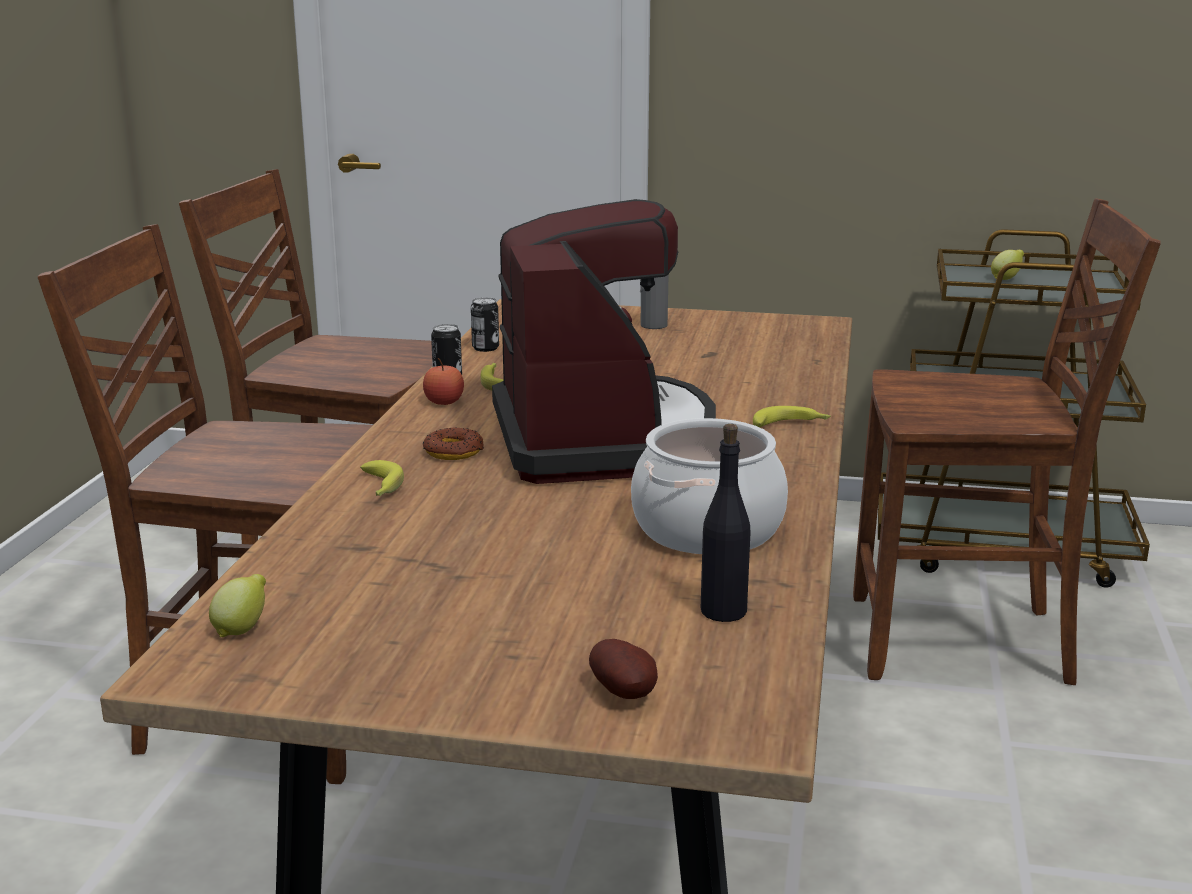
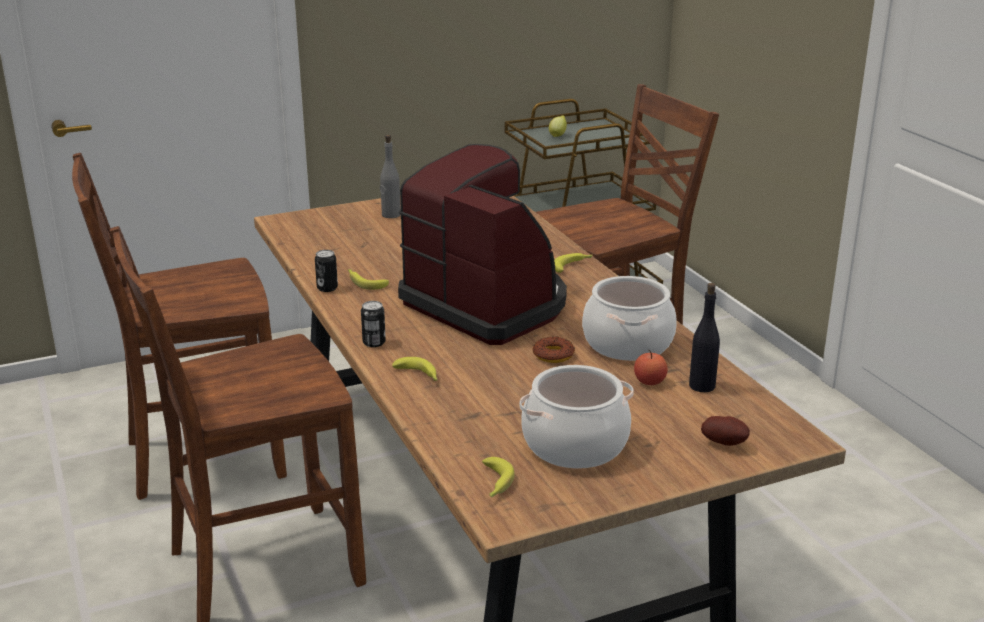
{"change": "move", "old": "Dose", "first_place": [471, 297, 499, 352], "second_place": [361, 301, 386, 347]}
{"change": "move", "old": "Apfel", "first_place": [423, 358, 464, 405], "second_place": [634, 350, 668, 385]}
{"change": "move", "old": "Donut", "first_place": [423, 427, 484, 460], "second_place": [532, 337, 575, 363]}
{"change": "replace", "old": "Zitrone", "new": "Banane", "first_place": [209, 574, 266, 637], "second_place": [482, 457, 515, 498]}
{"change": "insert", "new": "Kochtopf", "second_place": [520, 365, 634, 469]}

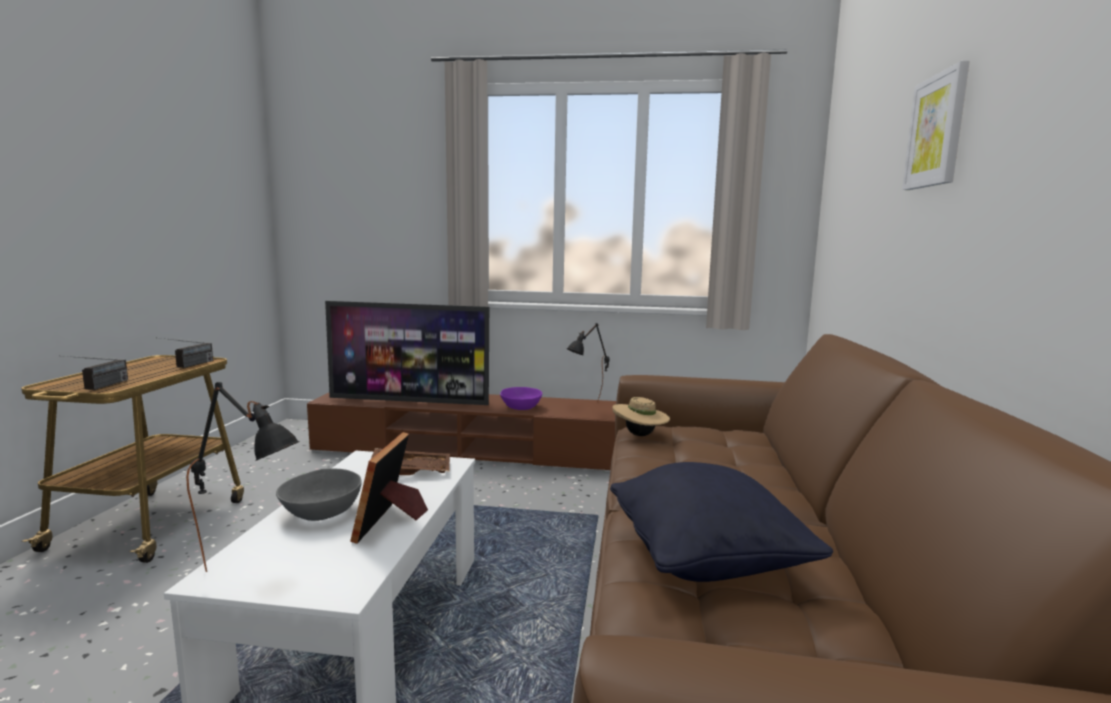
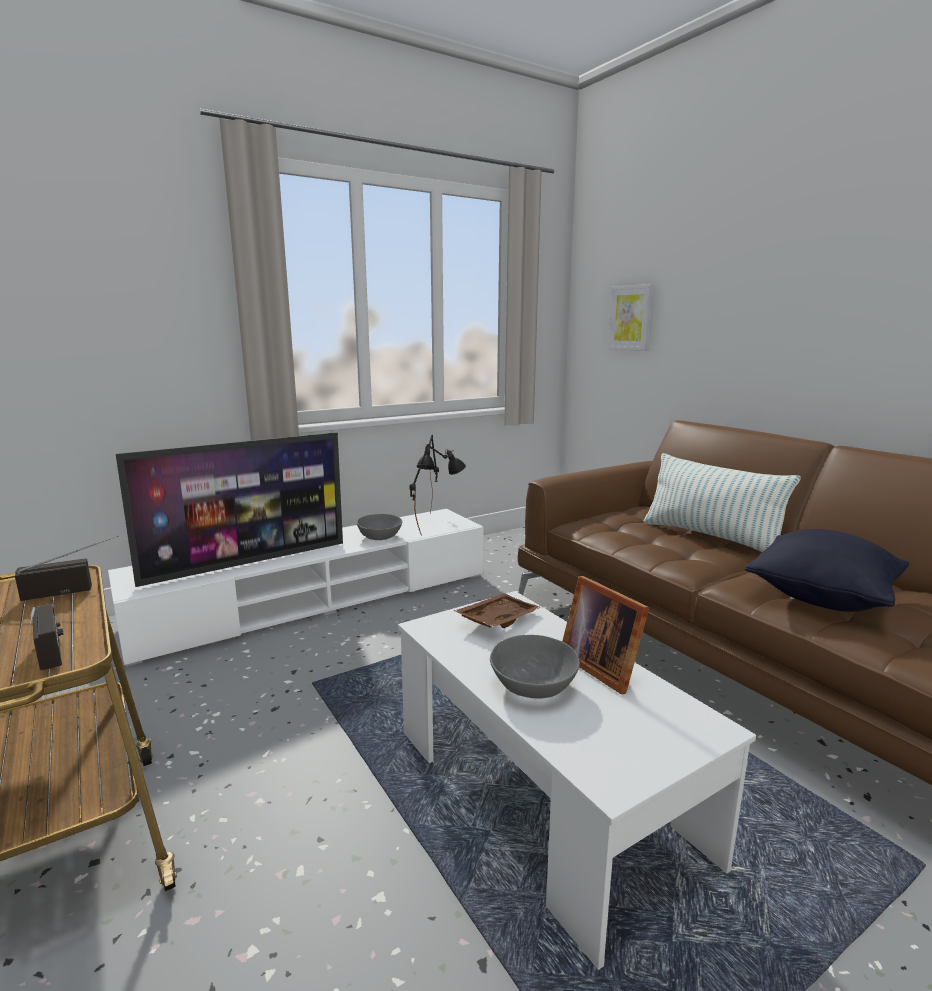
{"change": "move", "old": "Bild", "first_place": [902, 61, 970, 190], "second_place": [607, 284, 655, 351]}
{"change": "rotate", "old": "Radio", "first_place": [156, 337, 213, 368], "second_place": [15, 536, 119, 601], "degrees": -90}
{"change": "move", "old": "Tischlampe/schwarz", "first_place": [186, 382, 300, 572], "second_place": [409, 444, 466, 535]}
{"change": "recolor", "old": "Schüssel/lila", "new": "Schüssel/grau", "first_place": [500, 387, 542, 410], "second_place": [357, 514, 402, 540]}
{"change": "recolor", "old": "Fernsehschrank/braun", "new": "Fernsehschrank/weiß", "first_place": [307, 393, 616, 472], "second_place": [108, 509, 484, 667]}
{"change": "delete", "old": "Hut/beige", "first_place": [612, 397, 670, 436]}
{"change": "insert", "new": "Kissen", "second_place": [643, 453, 801, 552]}

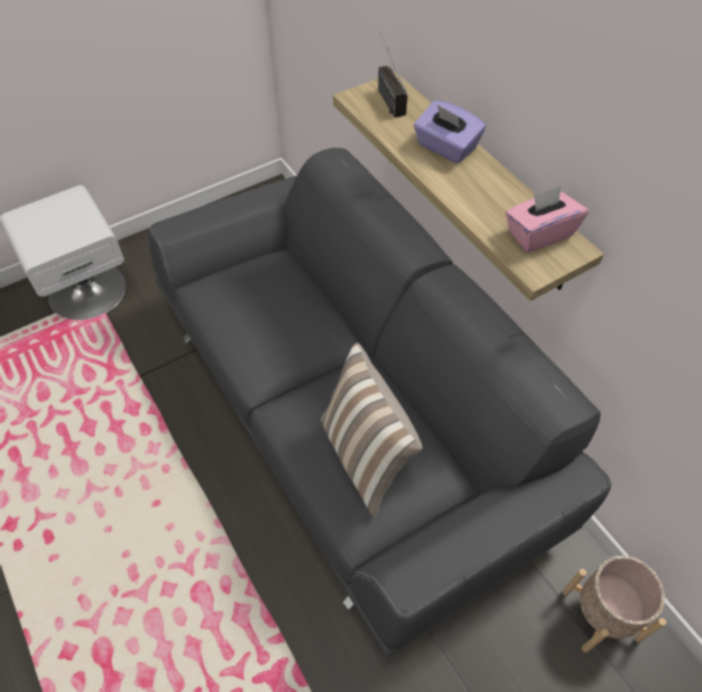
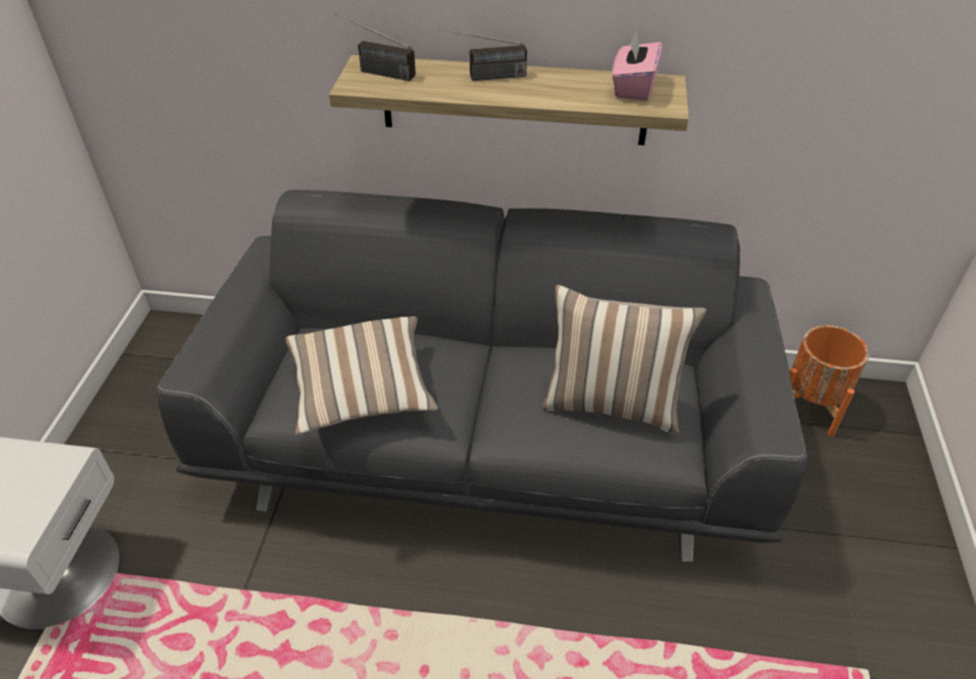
{"change": "replace", "old": "Taschentuchbox/lila", "new": "Radio", "first_place": [414, 100, 486, 164], "second_place": [438, 29, 527, 81]}
{"change": "recolor", "old": "Pflanzkübel/beige", "new": "Pflanzkübel/orange", "first_place": [562, 555, 666, 653], "second_place": [789, 325, 869, 437]}
{"change": "insert", "new": "Kissen", "second_place": [285, 316, 438, 435]}

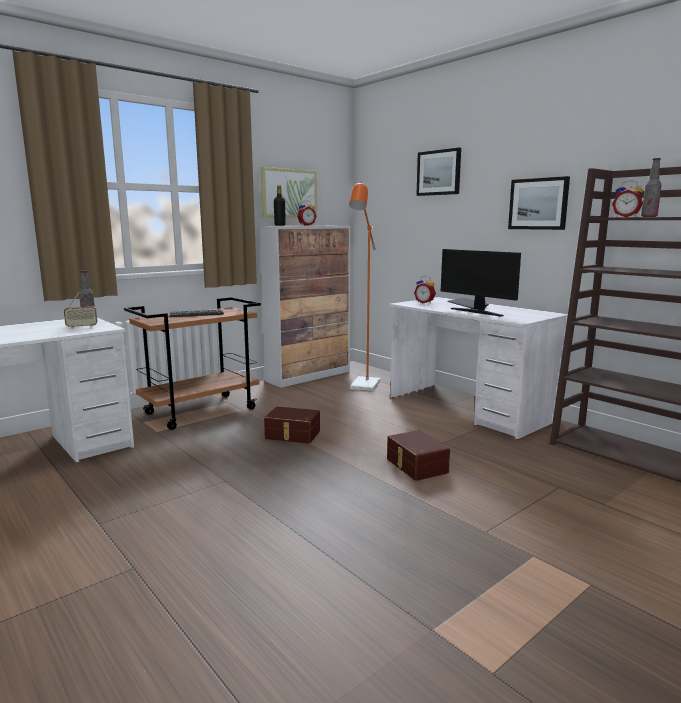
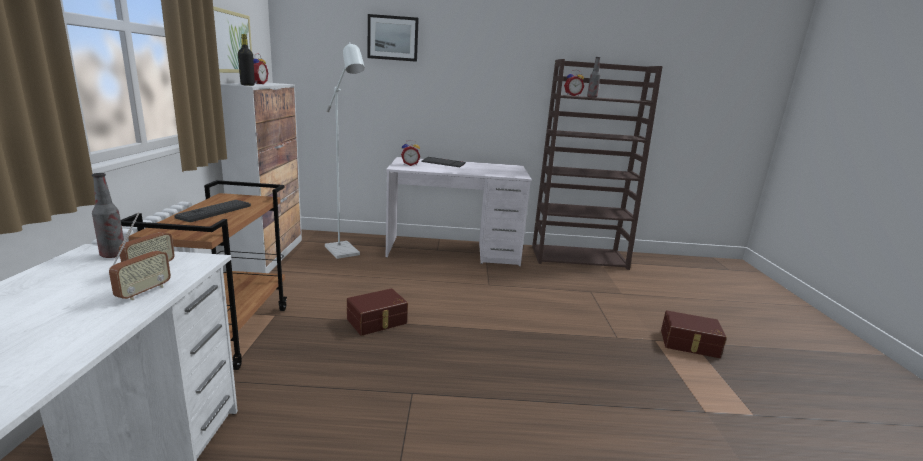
{"change": "delete", "old": "Bild", "first_place": [508, 176, 570, 230]}
{"change": "recolor", "old": "Stehlampe/orange", "new": "Stehlampe/weiß", "first_place": [349, 182, 381, 391], "second_place": [325, 42, 365, 259]}
{"change": "delete", "old": "Monitor", "first_place": [441, 249, 521, 317]}
{"change": "move", "old": "Aufbewahrungsbox/braun", "first_place": [387, 430, 450, 481], "second_place": [661, 310, 727, 358]}
{"change": "insert", "new": "Radio", "second_place": [109, 230, 171, 300]}

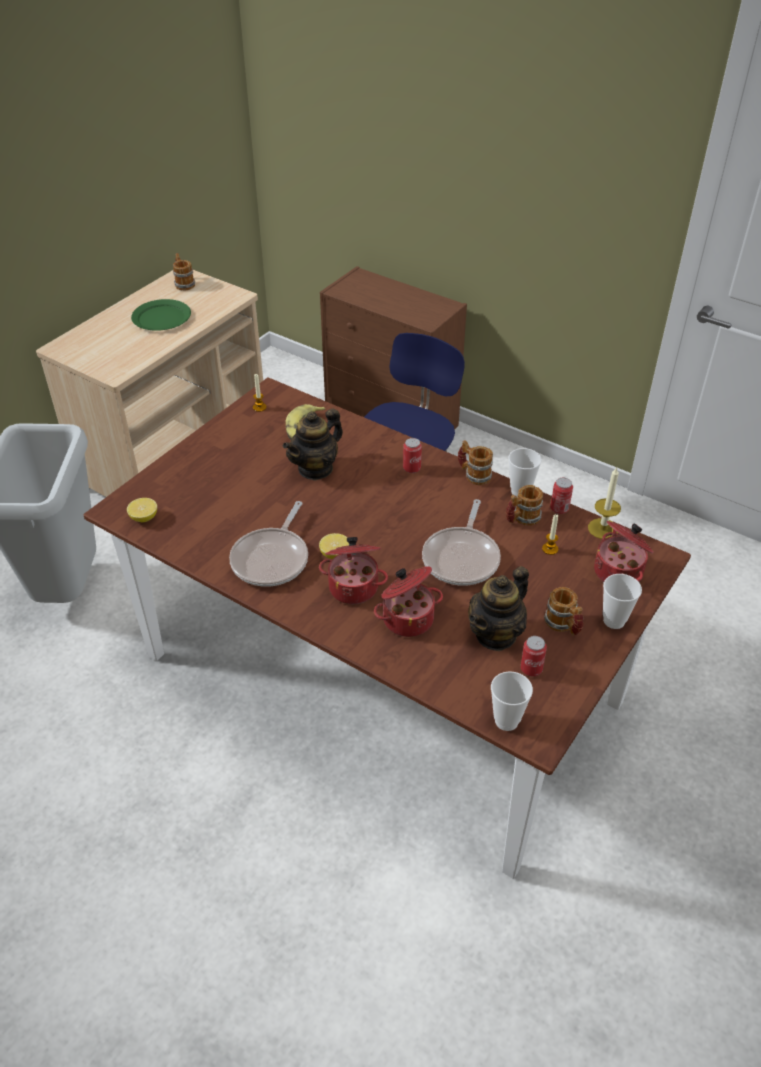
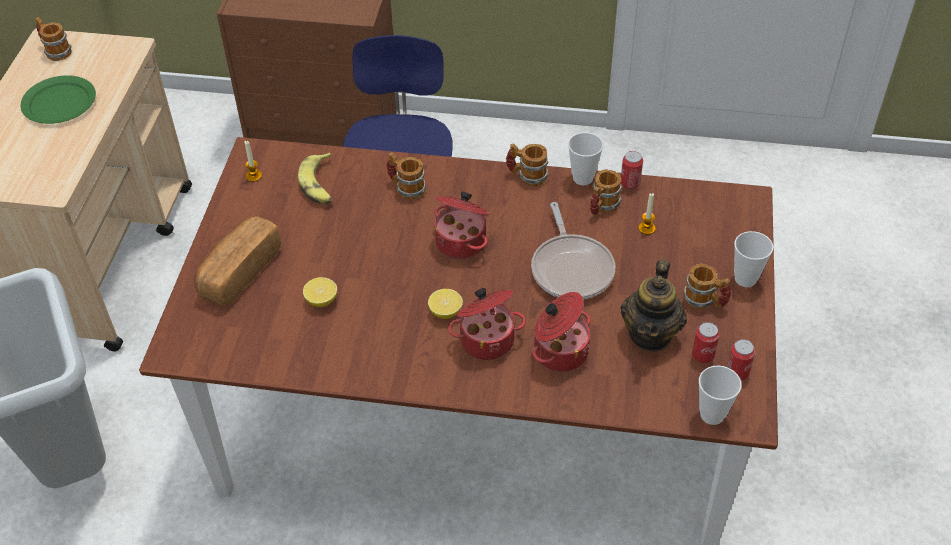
{"change": "delete", "old": "Teekanne", "first_place": [283, 409, 343, 481]}
{"change": "move", "old": "Dose", "first_place": [403, 438, 422, 473], "second_place": [727, 339, 755, 380]}
{"change": "delete", "old": "Kerze", "first_place": [588, 467, 621, 539]}
{"change": "move", "old": "Zitrone", "first_place": [127, 498, 157, 522], "second_place": [303, 277, 337, 307]}
{"change": "delete", "old": "Pfanne", "first_place": [229, 501, 308, 587]}
{"change": "move", "old": "Kochtopf", "first_place": [594, 521, 654, 582], "second_place": [434, 191, 490, 259]}
{"change": "insert", "new": "Henkelbecher", "second_place": [386, 152, 426, 200]}
{"change": "insert", "new": "Brot", "second_place": [194, 216, 281, 306]}

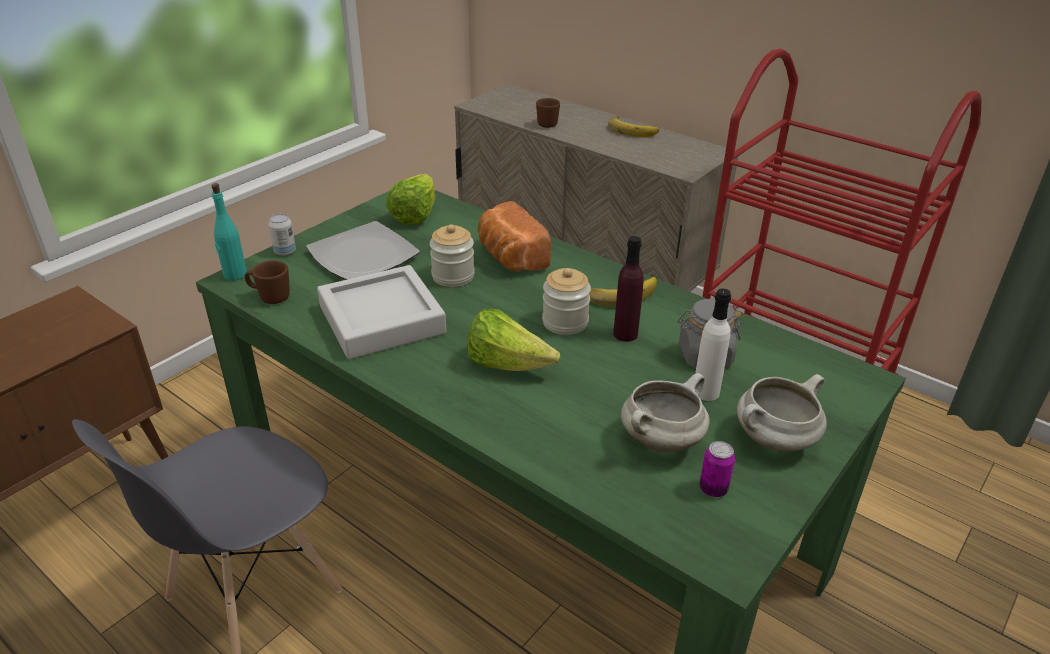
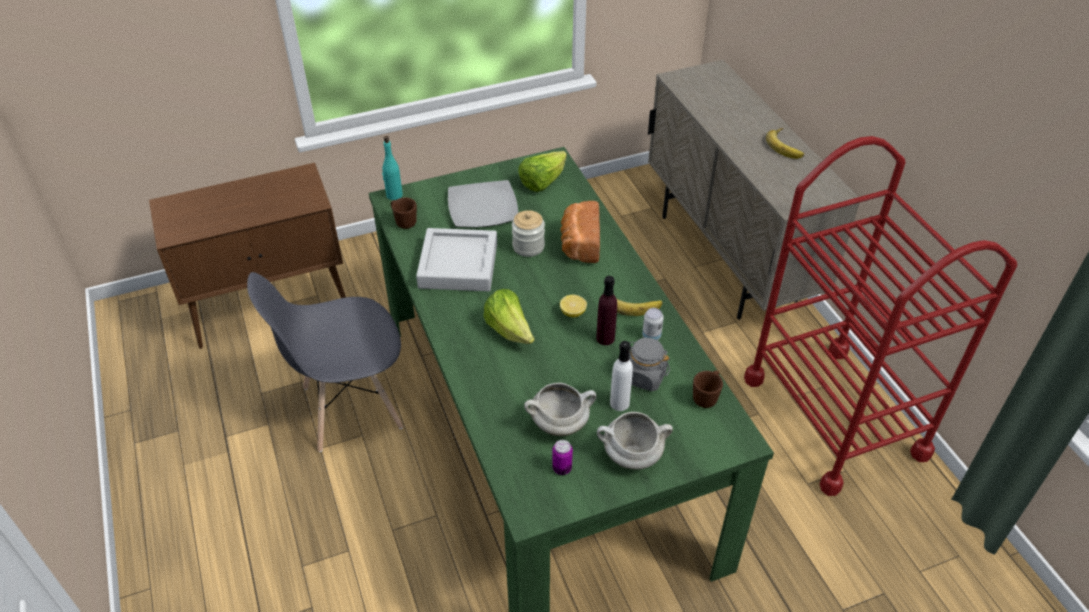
{"change": "move", "old": "Henkelbecher/braun", "first_place": [536, 98, 560, 128], "second_place": [693, 370, 723, 408]}
{"change": "move", "old": "Dose", "first_place": [268, 214, 296, 256], "second_place": [642, 308, 664, 340]}
{"change": "replace", "old": "Vorratsglas", "new": "Zitrone", "first_place": [542, 268, 591, 335], "second_place": [560, 295, 587, 317]}

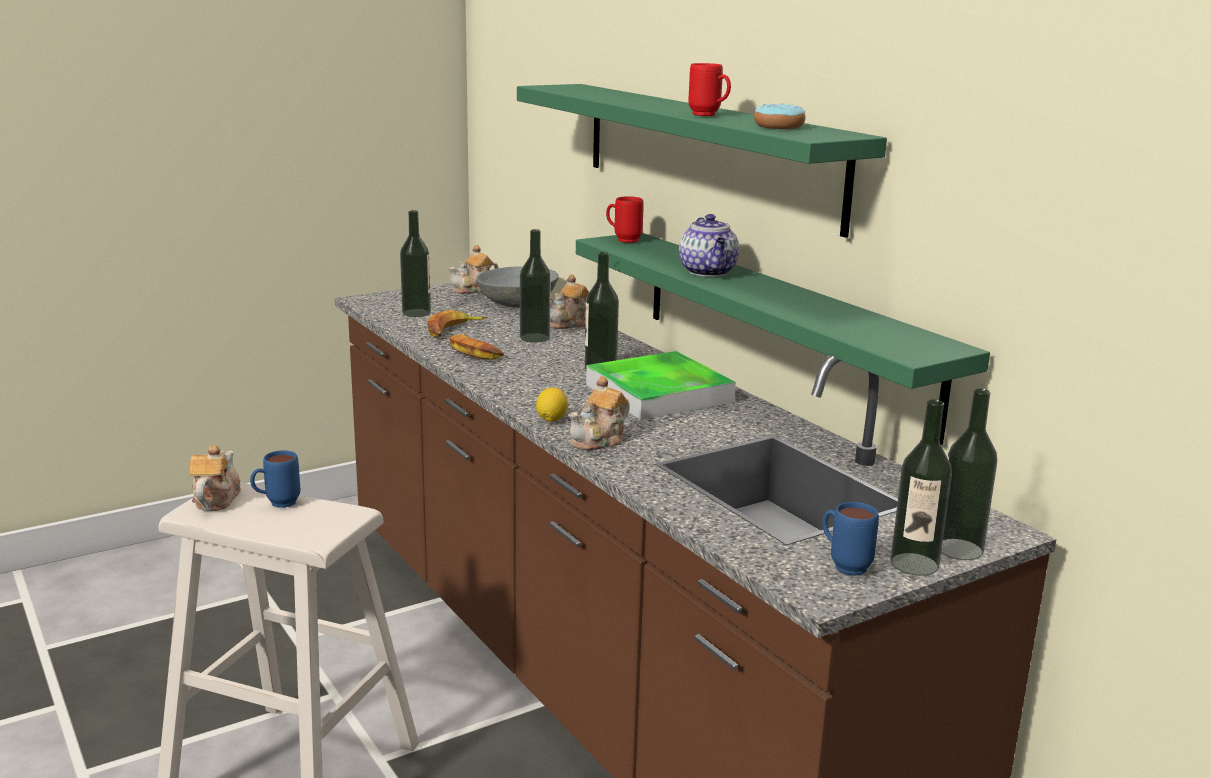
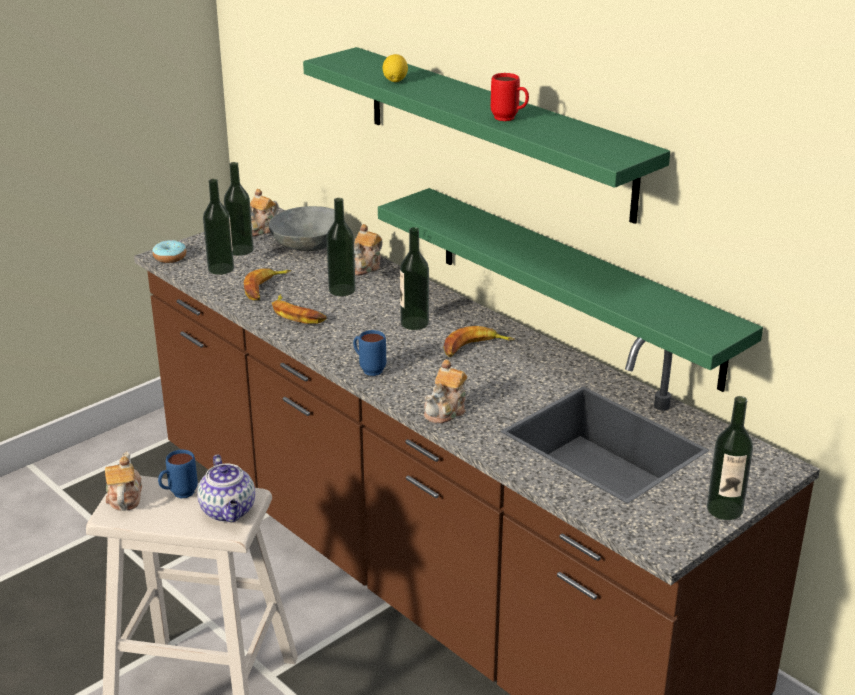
{"change": "move", "old": "Donut", "first_place": [754, 104, 806, 129], "second_place": [152, 240, 186, 263]}
{"change": "delete", "old": "Henkelbecher/rot", "first_place": [606, 196, 644, 243]}
{"change": "move", "old": "Teekanne", "first_place": [679, 214, 739, 277], "second_place": [197, 455, 255, 522]}
{"change": "replace", "old": "Tablett", "new": "Banane", "first_place": [586, 351, 736, 420], "second_place": [443, 326, 515, 357]}
{"change": "move", "old": "Zitrone", "first_place": [536, 388, 568, 422], "second_place": [383, 54, 408, 82]}
{"change": "move", "old": "Flasche", "first_place": [941, 389, 997, 560], "second_place": [224, 162, 253, 256]}
{"change": "move", "old": "Henkelbecher/blau", "first_place": [822, 502, 879, 576], "second_place": [353, 330, 386, 376]}

